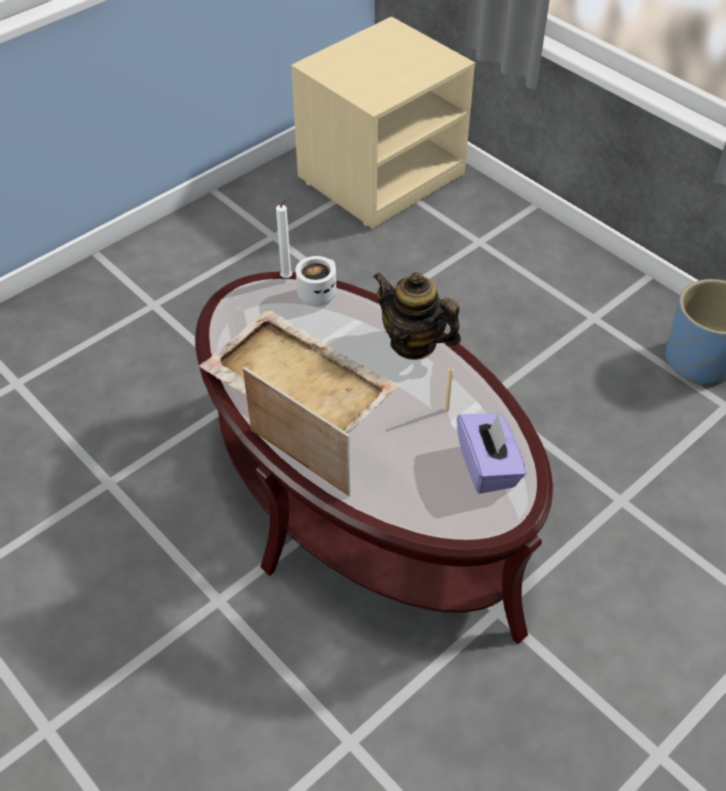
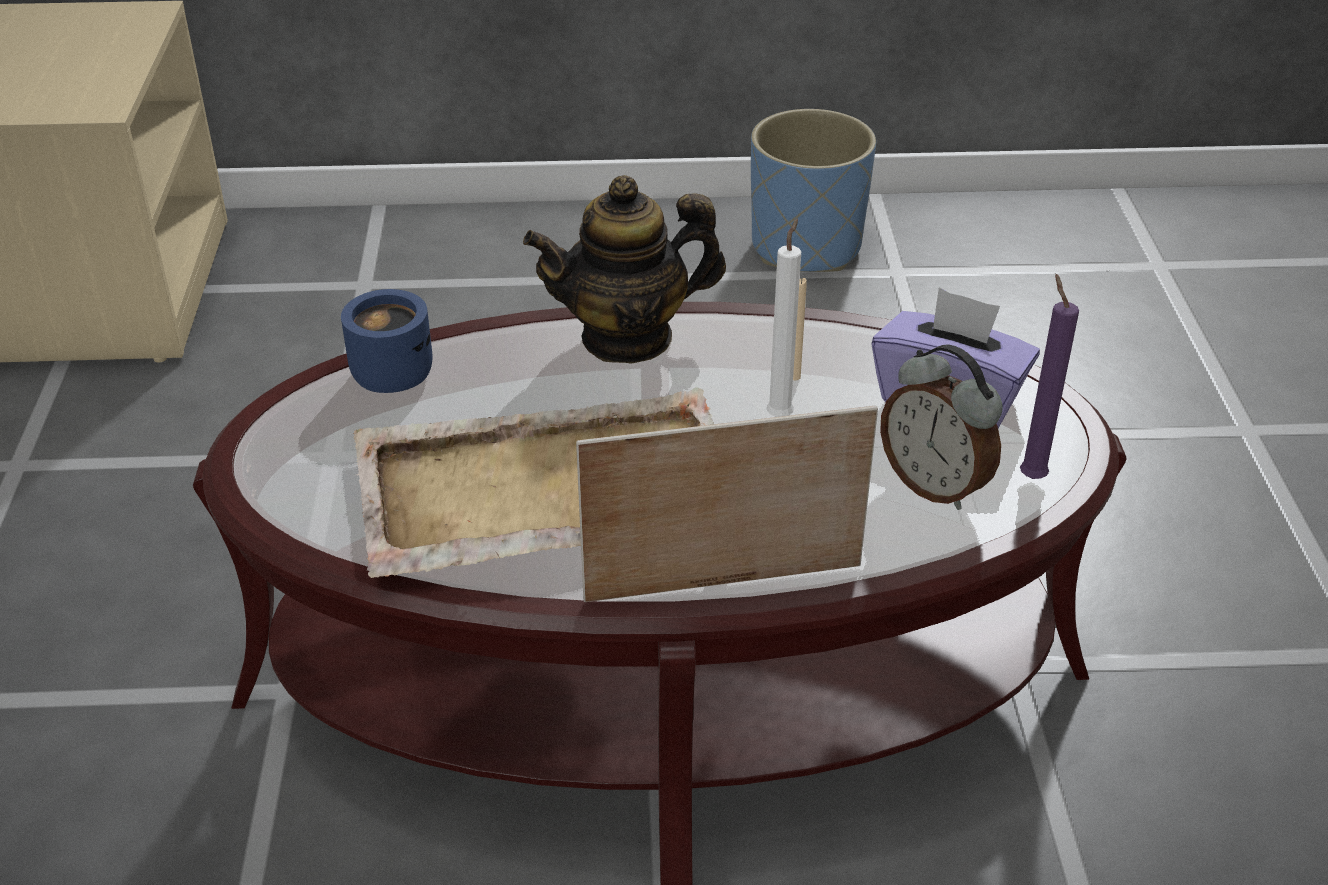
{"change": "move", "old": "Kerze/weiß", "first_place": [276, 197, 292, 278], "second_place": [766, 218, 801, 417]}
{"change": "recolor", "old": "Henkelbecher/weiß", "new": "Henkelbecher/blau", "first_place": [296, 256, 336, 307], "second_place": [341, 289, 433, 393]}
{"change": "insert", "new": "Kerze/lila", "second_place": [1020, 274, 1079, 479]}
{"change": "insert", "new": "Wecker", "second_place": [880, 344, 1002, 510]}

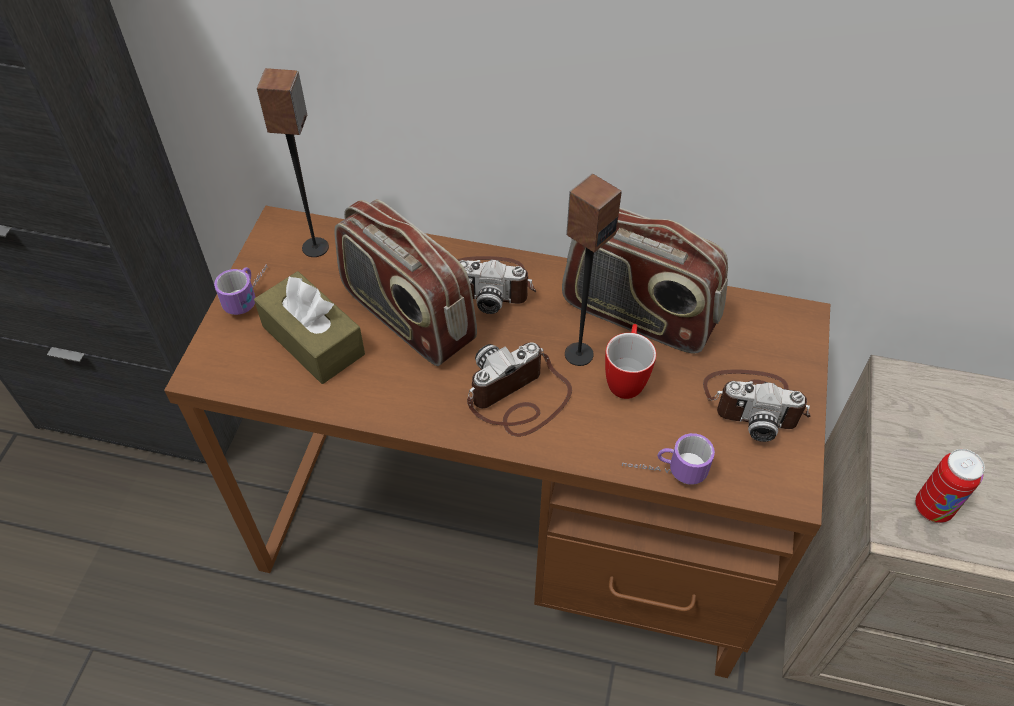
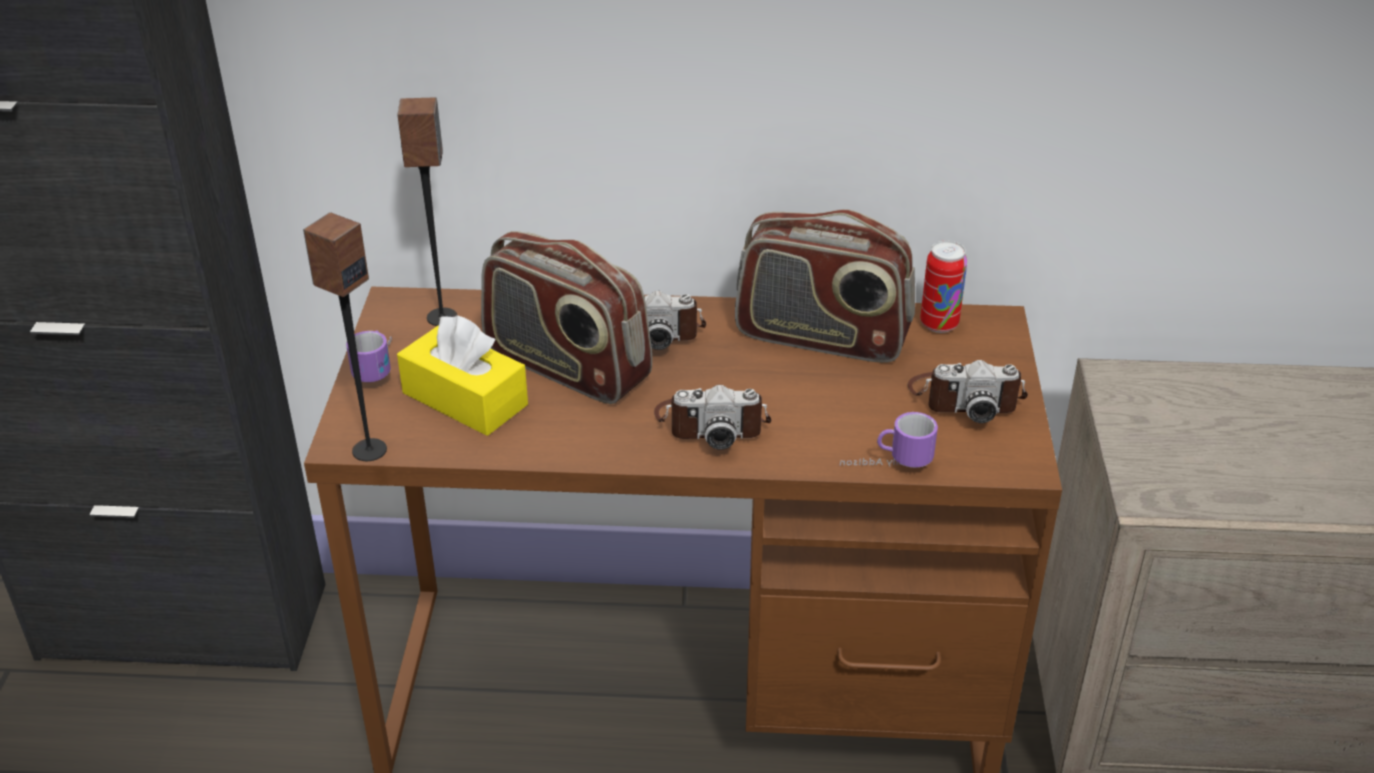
{"change": "move", "old": "Lautsprecher", "first_place": [565, 174, 622, 366], "second_place": [303, 212, 387, 461]}
{"change": "recolor", "old": "Taschentuchbox/braun", "new": "Taschentuchbox/gelb", "first_place": [254, 271, 365, 384], "second_place": [397, 315, 528, 436]}
{"change": "delete", "old": "Henkelbecher", "first_place": [605, 324, 656, 399]}
{"change": "rotate", "old": "Kamera", "first_place": [467, 342, 572, 437], "second_place": [654, 385, 771, 450], "degrees": -135}
{"change": "move", "old": "Dose", "first_place": [915, 449, 985, 523], "second_place": [920, 241, 967, 333]}

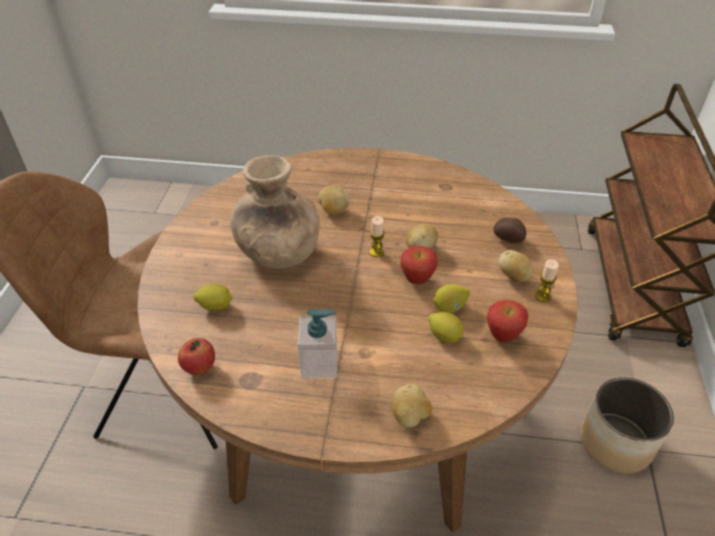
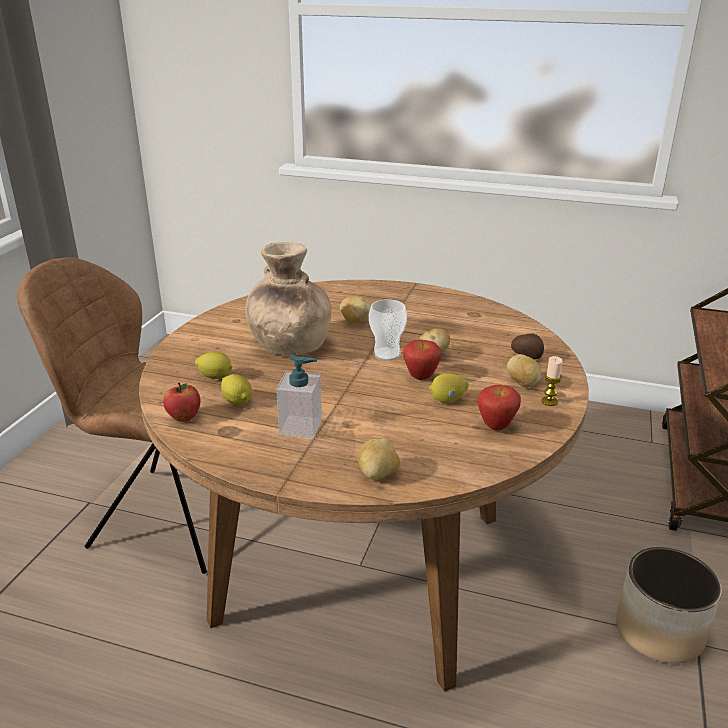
{"change": "replace", "old": "Kerze", "new": "Tasse", "first_place": [370, 216, 385, 257], "second_place": [369, 299, 407, 361]}
{"change": "move", "old": "Zitrone", "first_place": [428, 312, 464, 343], "second_place": [221, 374, 252, 405]}

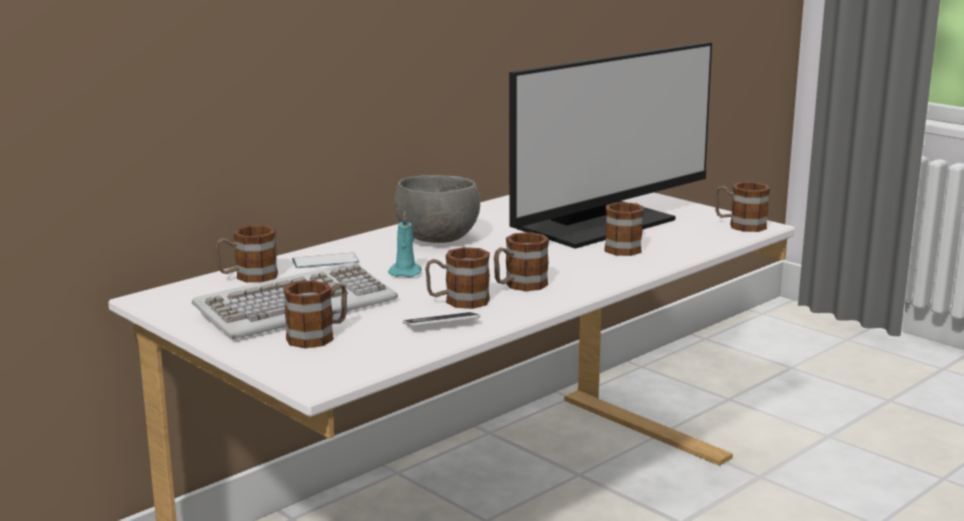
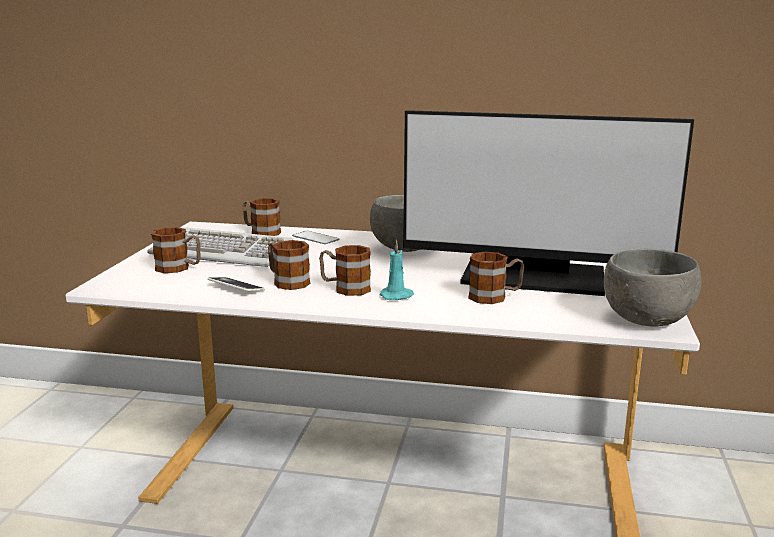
{"change": "replace", "old": "Henkelbecher", "new": "Schüssel/grau", "first_place": [715, 182, 770, 232], "second_place": [604, 248, 701, 327]}
{"change": "move", "old": "Kerze/türkis", "first_place": [388, 211, 422, 277], "second_place": [380, 240, 414, 300]}

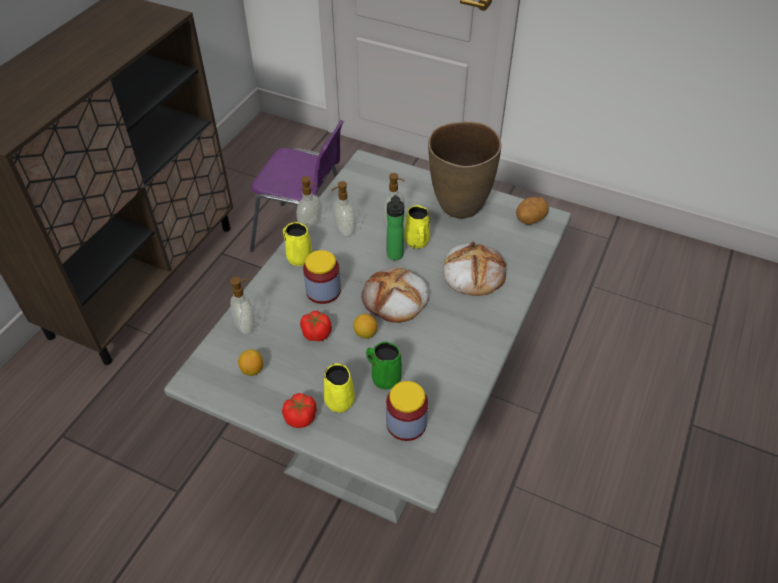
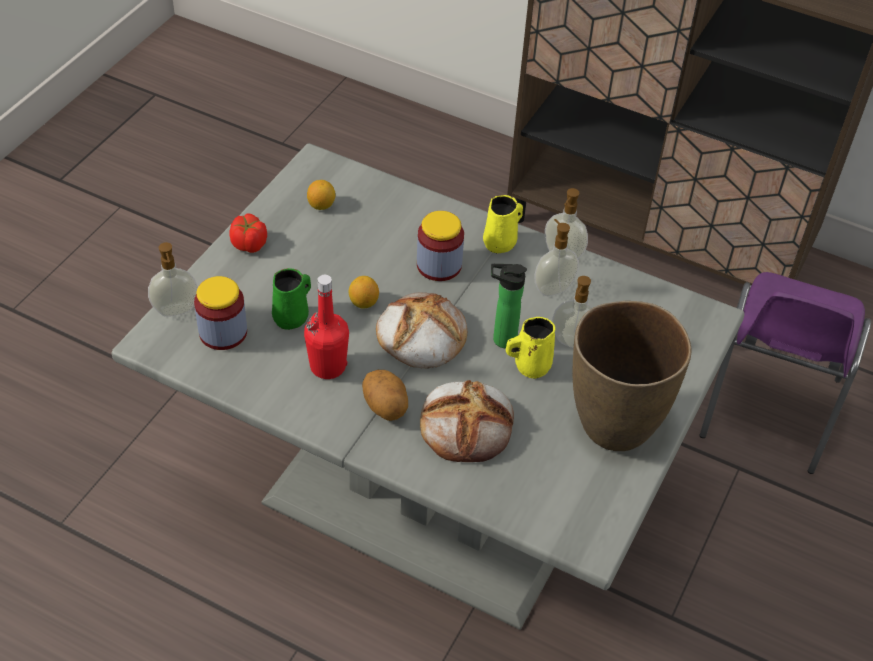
{"change": "move", "old": "Kartoffel", "first_place": [516, 197, 549, 224], "second_place": [362, 370, 408, 421]}
{"change": "move", "old": "Seifenspender", "first_place": [230, 277, 255, 335], "second_place": [148, 242, 198, 317]}
{"change": "delete", "old": "Tomate", "first_place": [300, 310, 332, 341]}
{"change": "delete", "old": "Henkelbecher/gelb", "first_place": [324, 363, 355, 413]}
{"change": "insert", "new": "Flasche/rot", "second_place": [304, 275, 349, 379]}

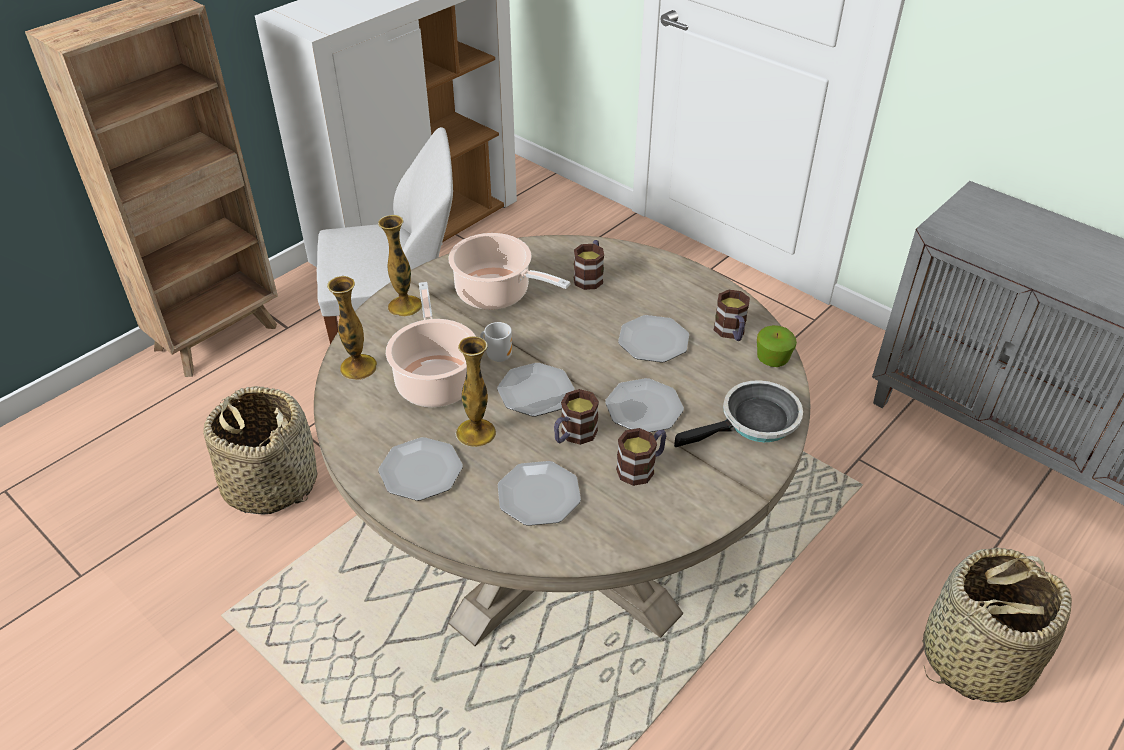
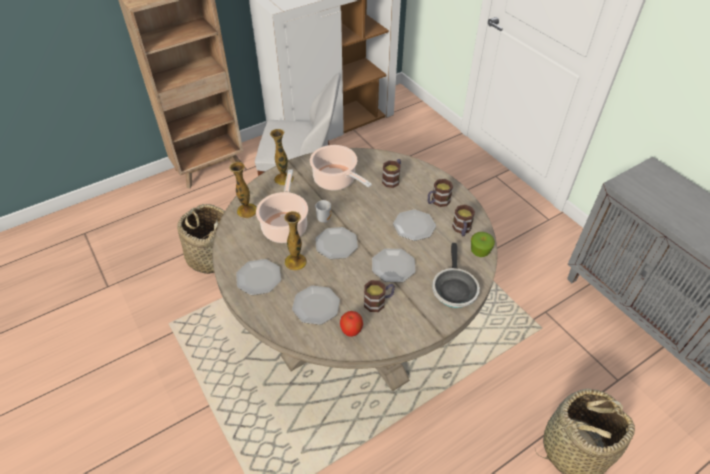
{"change": "rotate", "old": "Pfanne", "first_place": [674, 380, 803, 447], "second_place": [432, 243, 480, 308], "degrees": 105}
{"change": "move", "old": "Henkelbecher", "first_place": [554, 389, 599, 445], "second_place": [427, 179, 453, 207]}
{"change": "insert", "new": "Apfel", "second_place": [340, 311, 363, 337]}

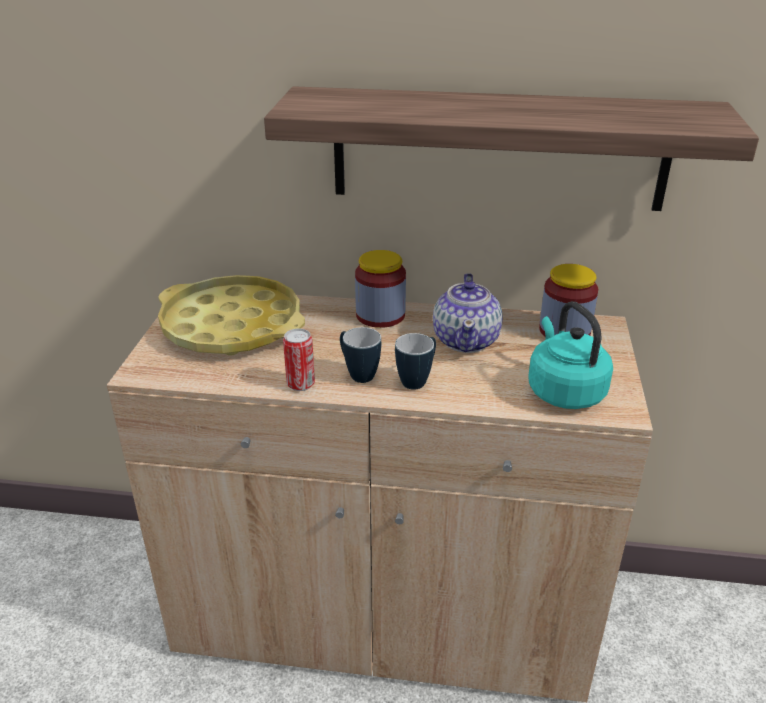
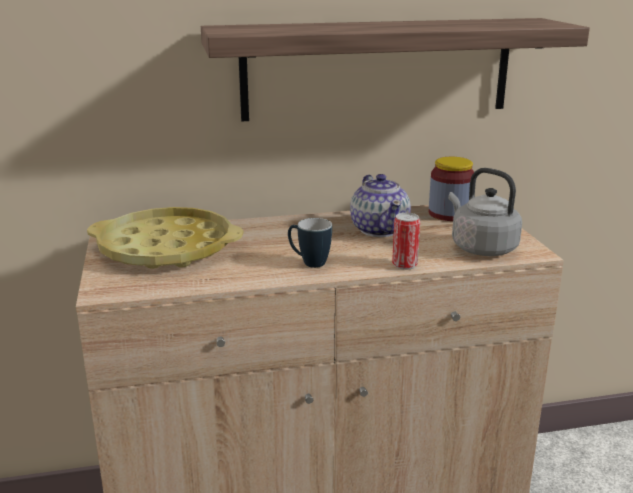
{"change": "delete", "old": "Vorratsglas", "first_place": [355, 250, 406, 328]}
{"change": "recolor", "old": "Wasserkessel/türkis", "new": "Wasserkessel/grau", "first_place": [528, 301, 613, 409], "second_place": [448, 168, 522, 256]}
{"change": "move", "old": "Dose", "first_place": [283, 328, 315, 391], "second_place": [392, 213, 420, 270]}
{"change": "delete", "old": "Henkelbecher", "first_place": [395, 333, 436, 390]}

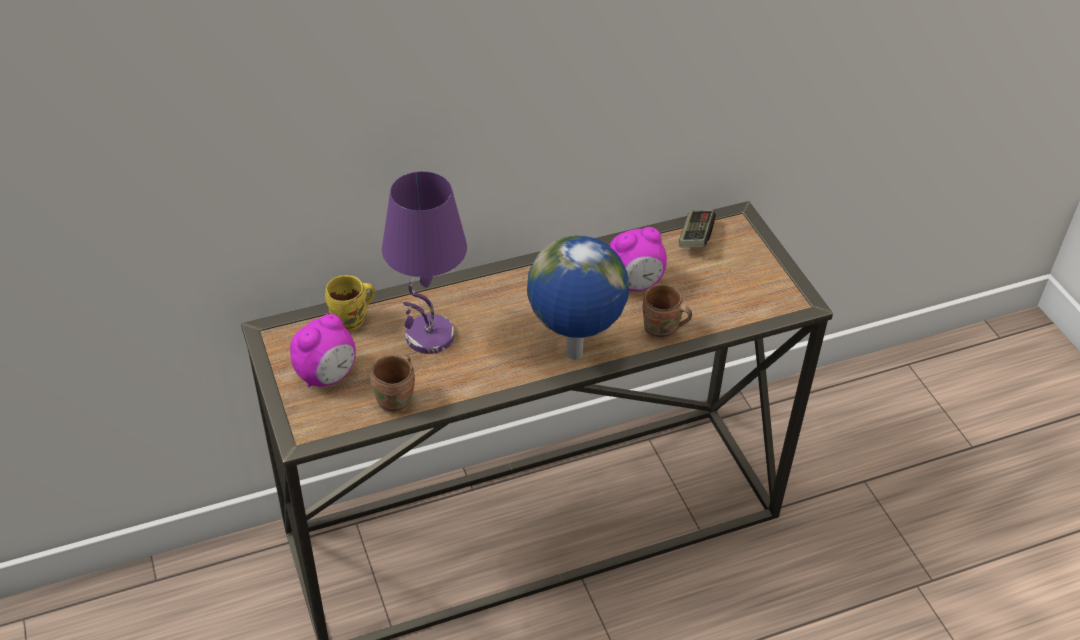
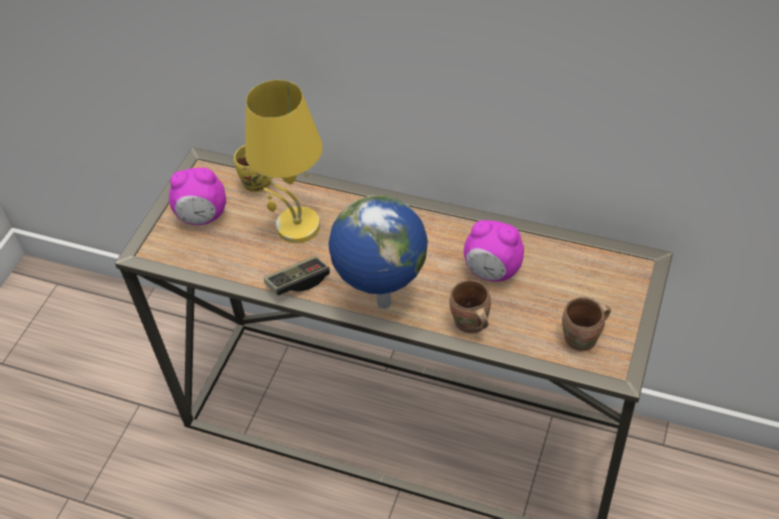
{"change": "recolor", "old": "Tischlampe/lila", "new": "Tischlampe/gelb", "first_place": [382, 171, 467, 354], "second_place": [245, 80, 323, 243]}
{"change": "move", "old": "Gamepad", "first_place": [679, 210, 716, 247], "second_place": [264, 256, 330, 295]}
{"change": "move", "old": "Henkelbecher/braun", "first_place": [370, 355, 415, 413], "second_place": [562, 297, 611, 351]}

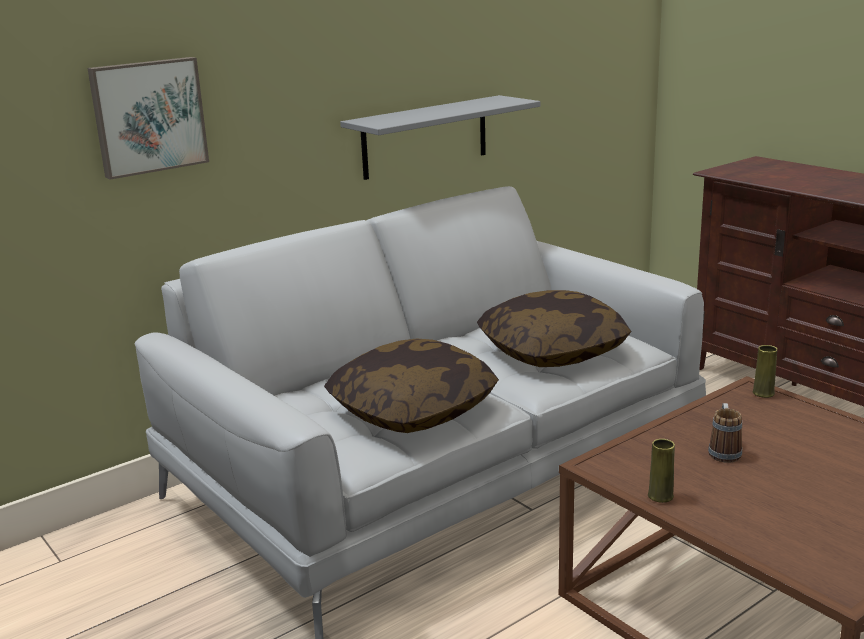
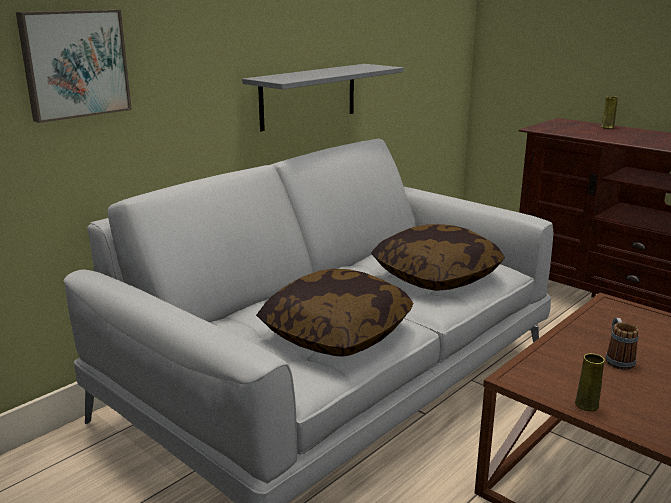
{"change": "move", "old": "Vase/gelb", "first_place": [753, 345, 778, 398], "second_place": [601, 96, 618, 129]}

